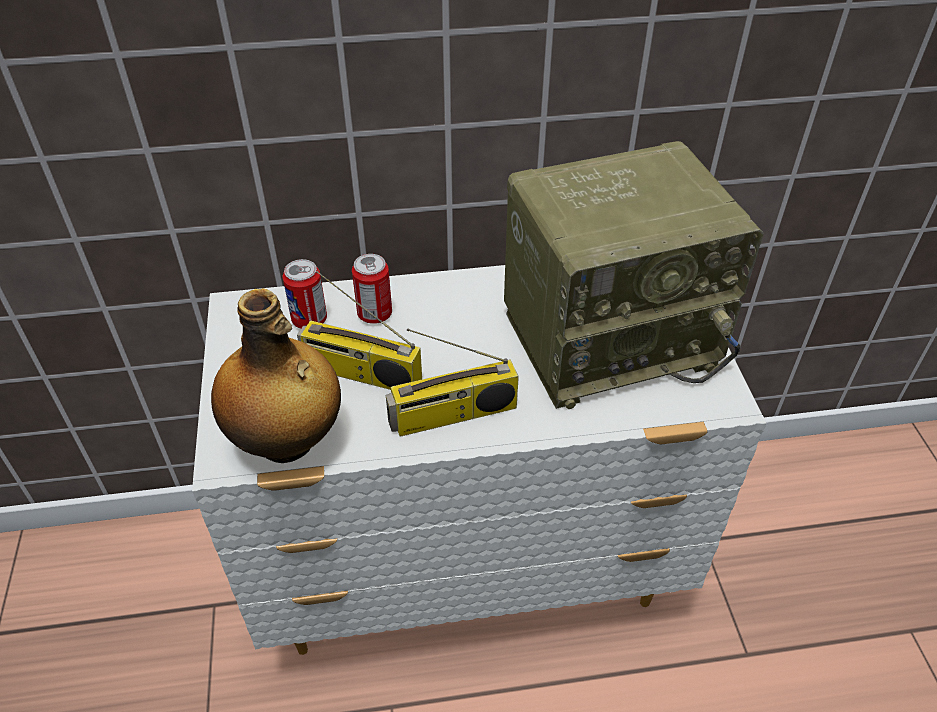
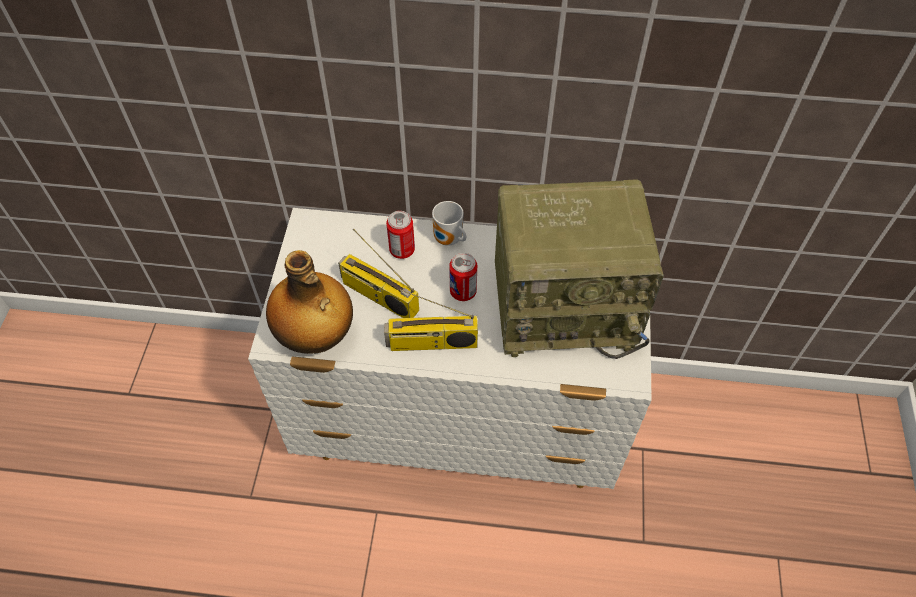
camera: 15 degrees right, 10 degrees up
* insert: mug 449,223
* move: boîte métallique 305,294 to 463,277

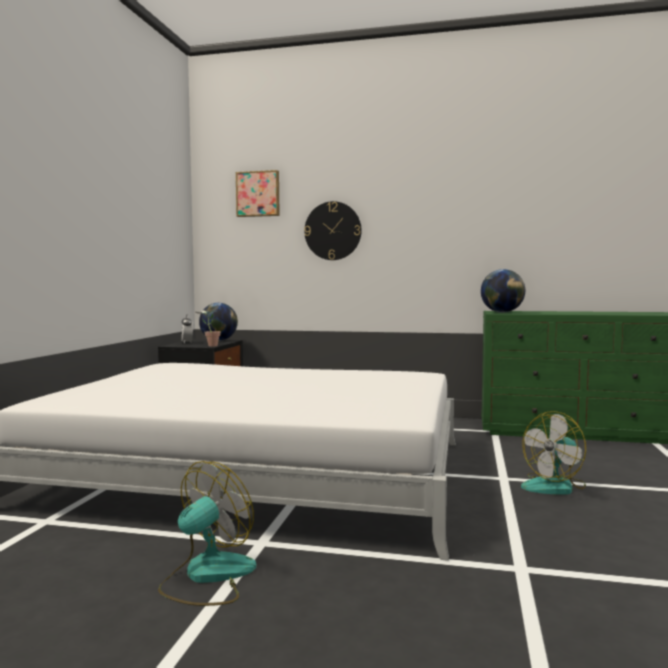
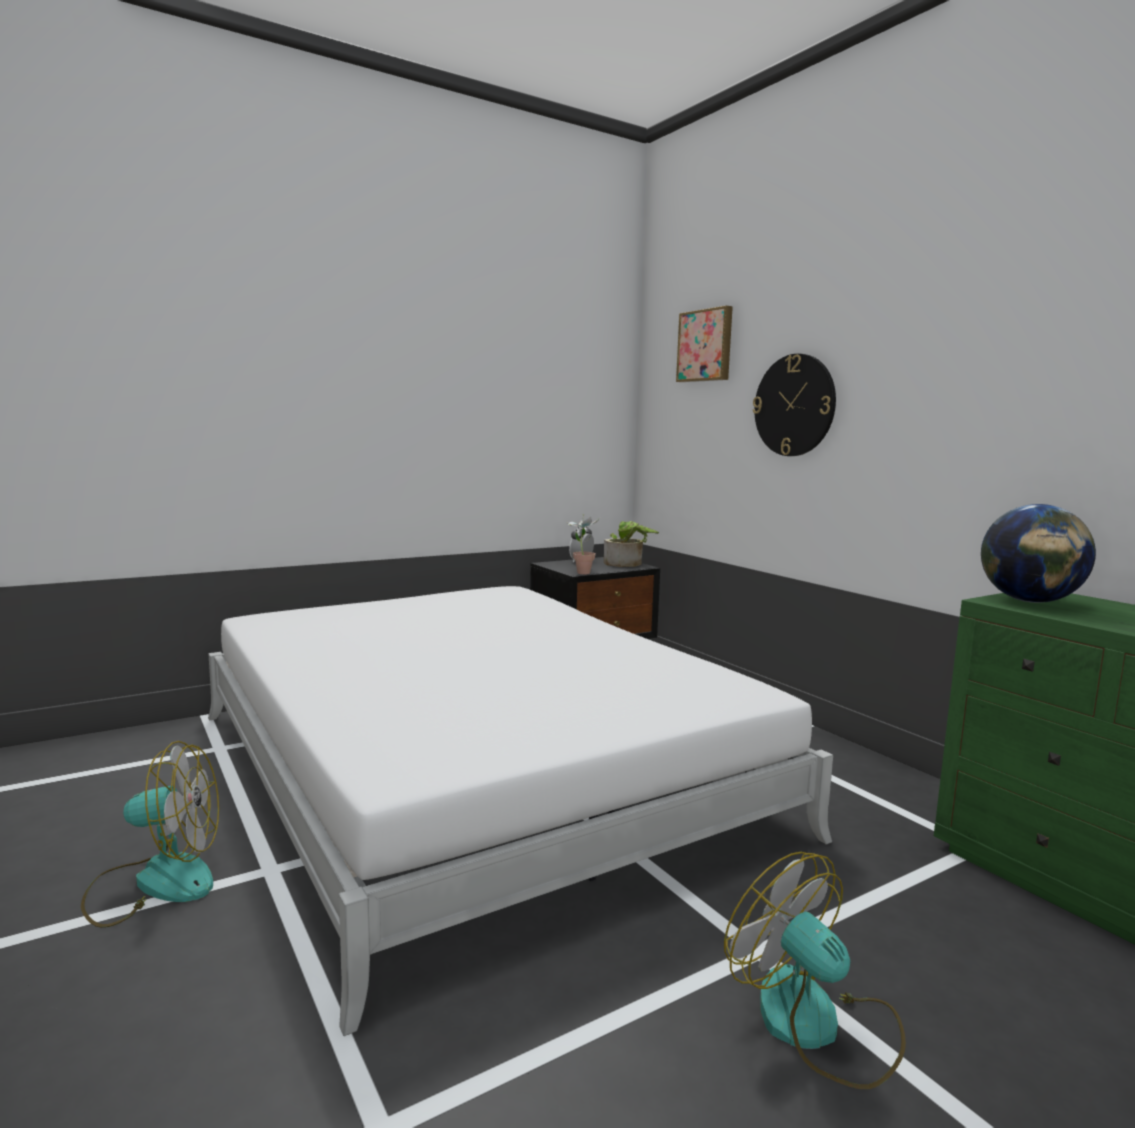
camera: 45 degrees right, 5 degrees up
* replace: globe 218,322 to plante en pot 631,544
* rotate: ventilateur 553,453 = 815,970 45 degrees clockwise

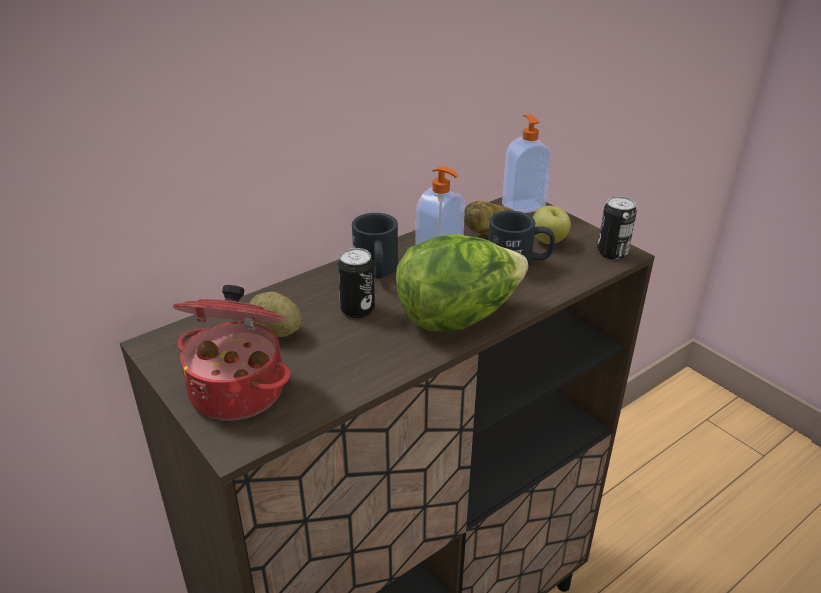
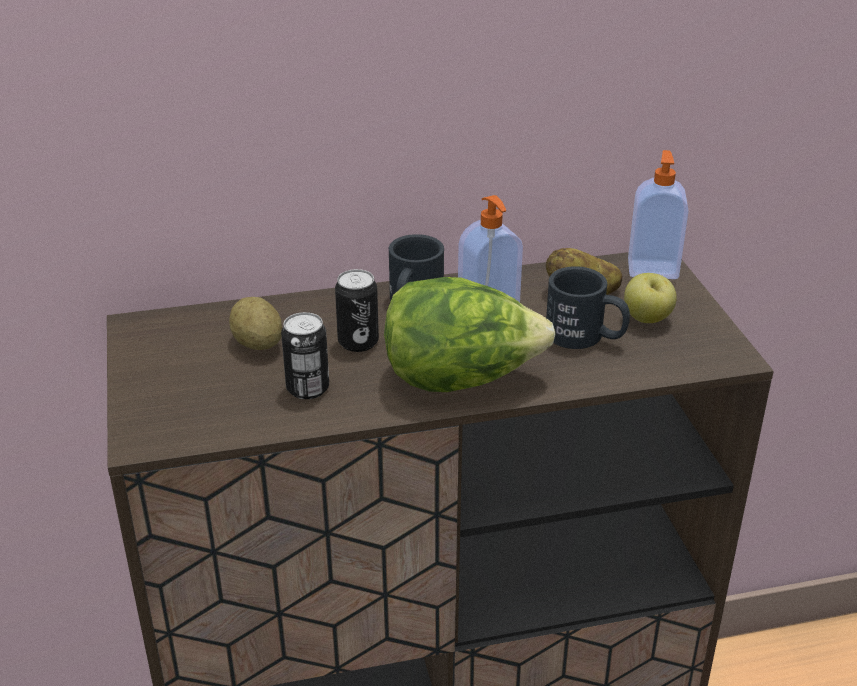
camera: 25 degrees right, 0 degrees up
* delete: marmite 232,353
* move: boîte métallique 617,227 to 305,355

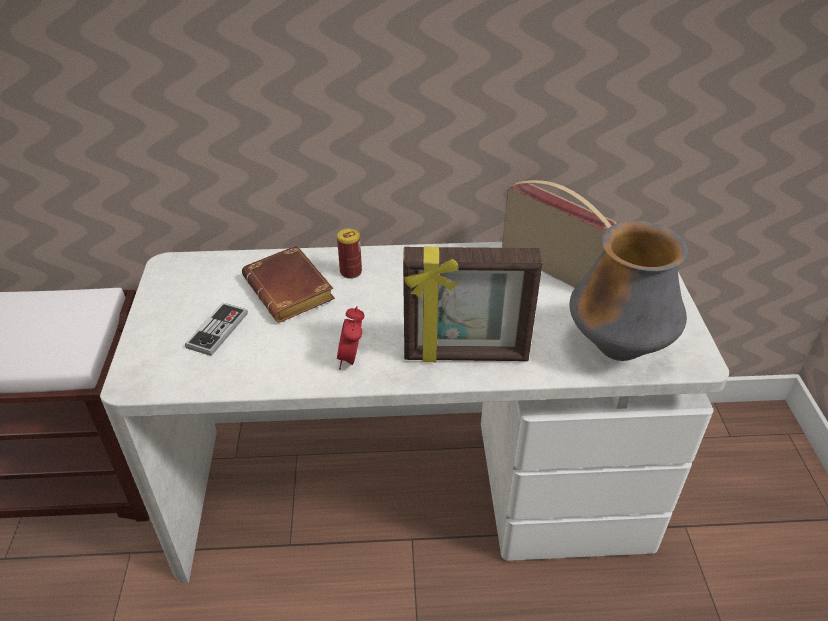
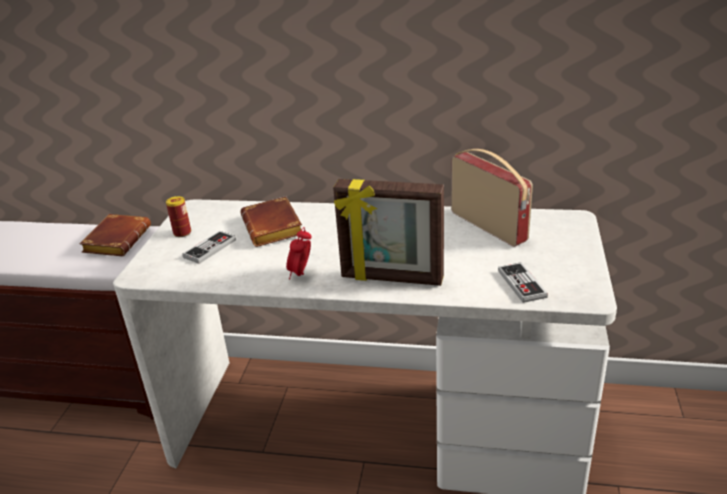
camera: 15 degrees right, 10 degrees down
* insert: livre/marron 115,235
* move: boîte métallique 349,253 to 178,216
* replace: vase 628,291 to manette 523,282

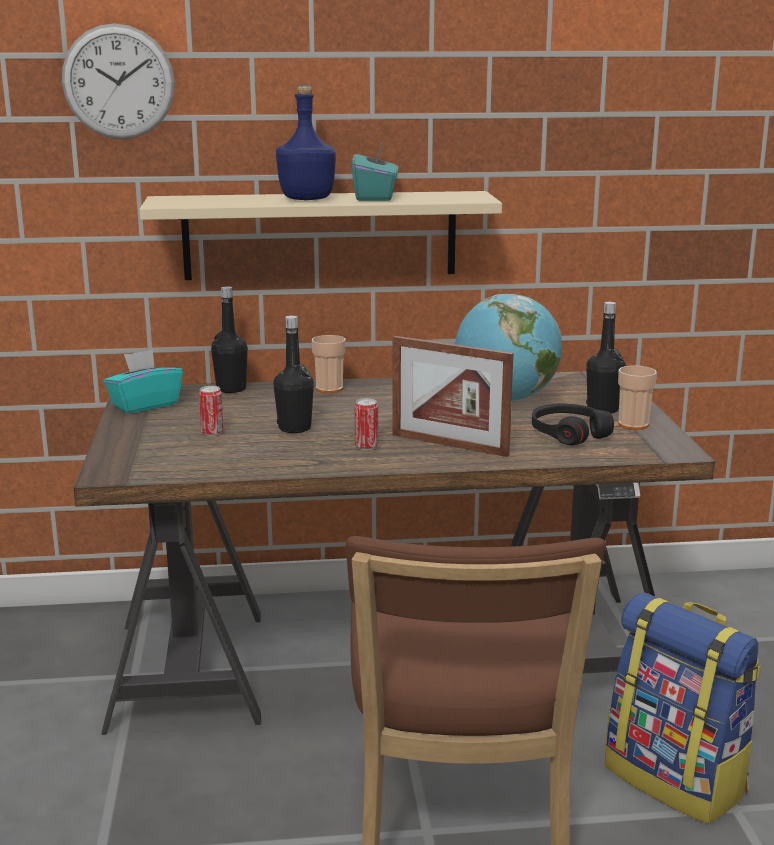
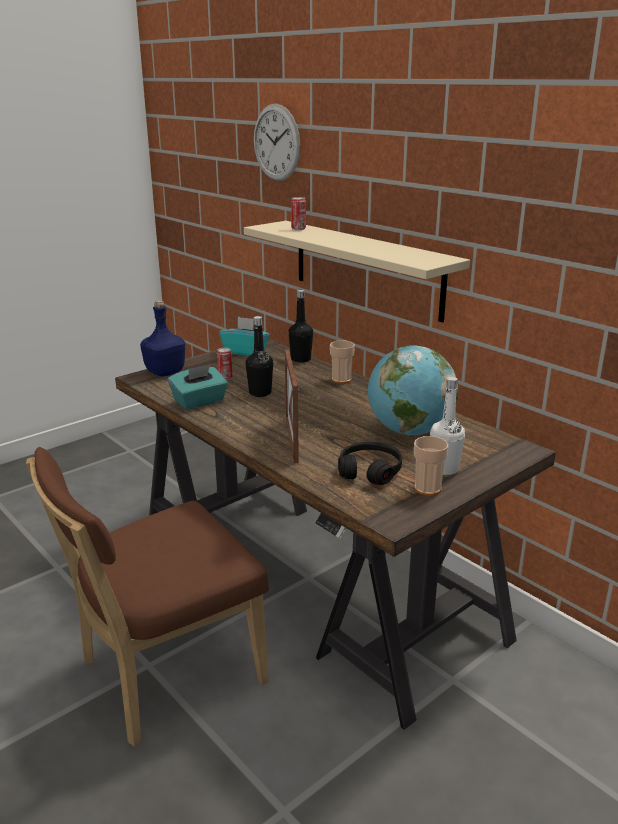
camera: 55 degrees right, 5 degrees up
* delete: sac à dos 683,708
* move: bouteille/bleu 306,142 to 162,338
* move: boîte à mouchoirs/turquoise 375,171 to 198,387
* move: boîte métallique 366,424 to 298,213
* recolor: bouteille/noir 605,357 to bouteille/blanc 447,426

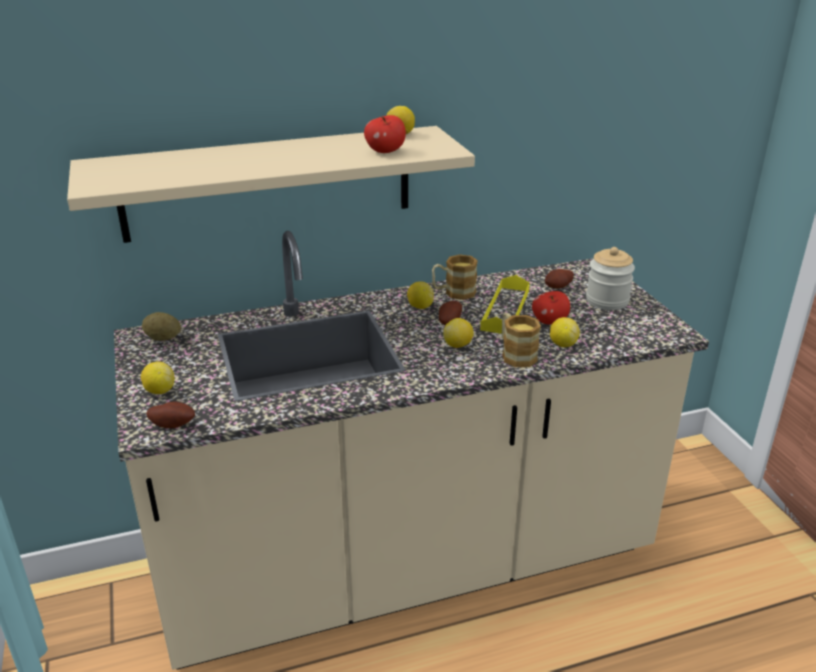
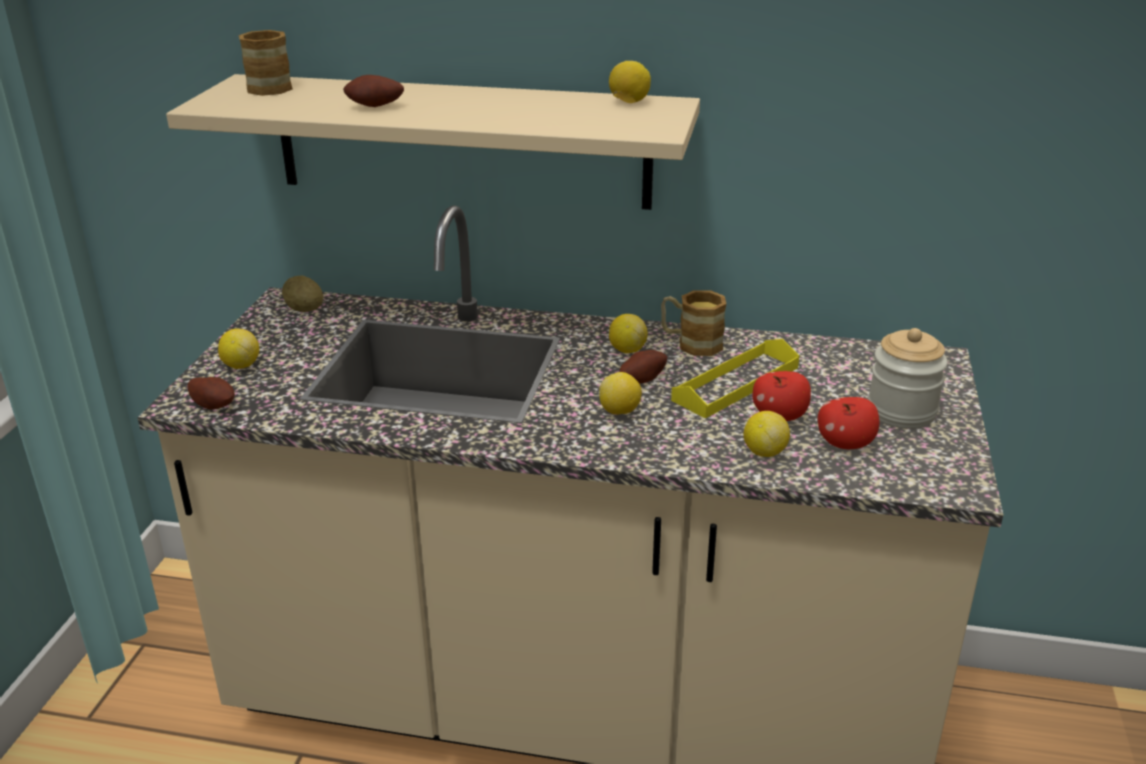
camera: 30 degrees right, 0 degrees up
* move: pomme 385,134 to 849,423
* move: mug 521,340 to 266,63
* move: pomme de terre 559,279 to 373,91

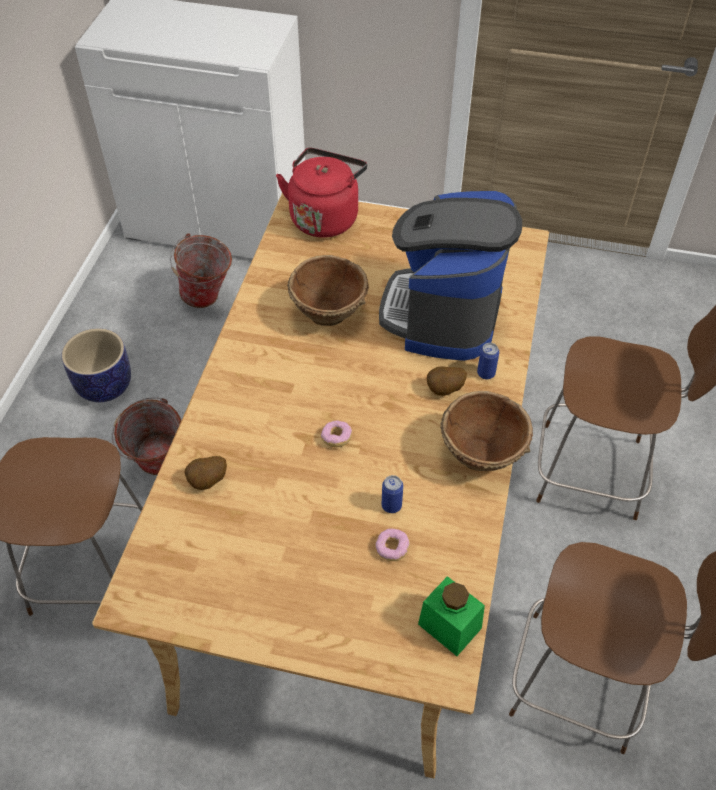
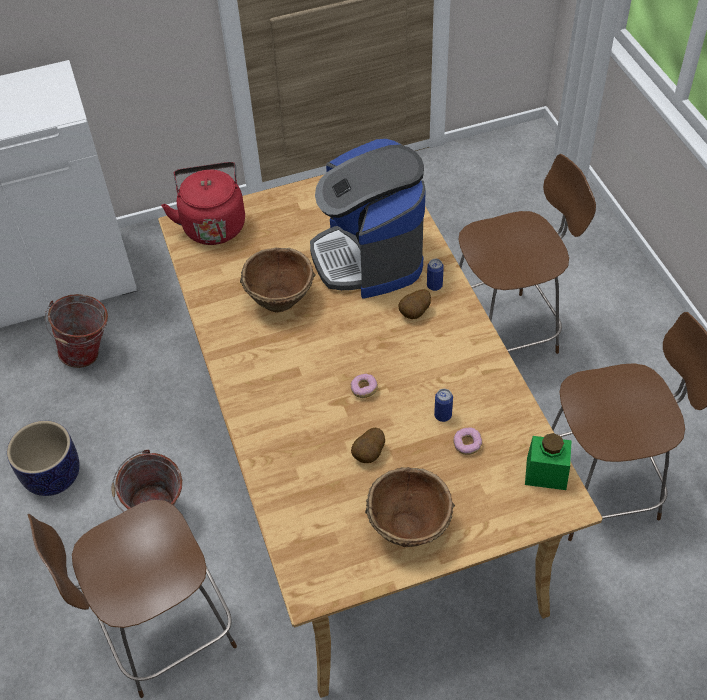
camera: 30 degrees left, 0 degrees up
* move: pomme de terre 206,473 to 368,445
* move: bol/marron 486,431 to 410,507

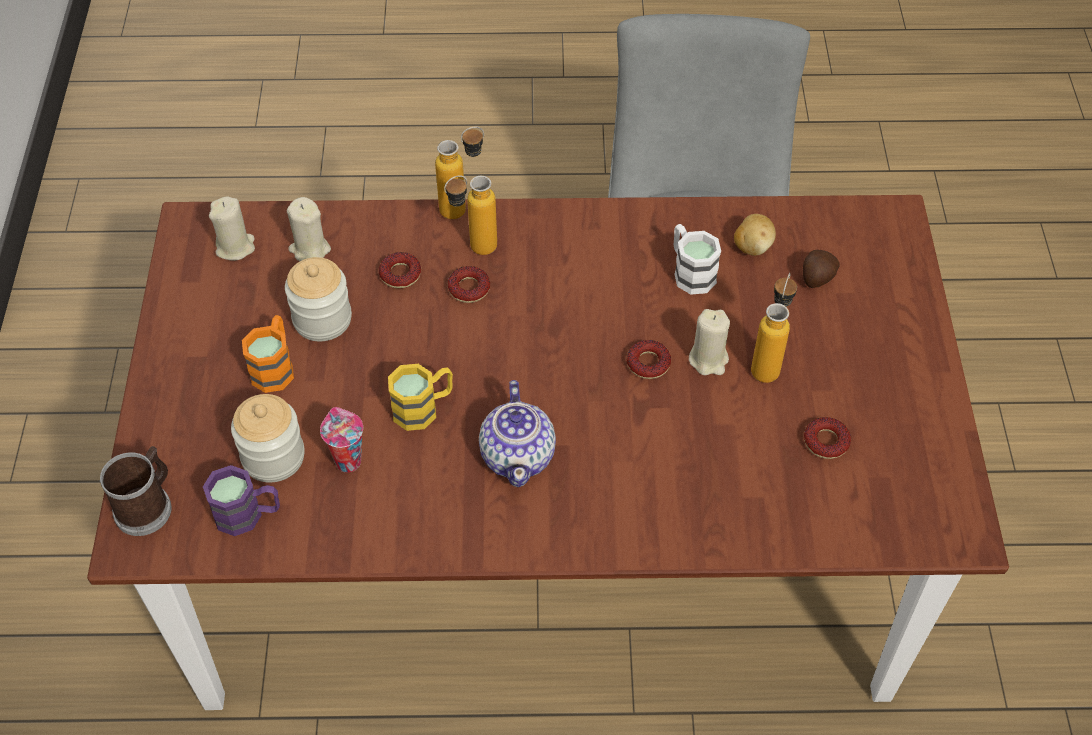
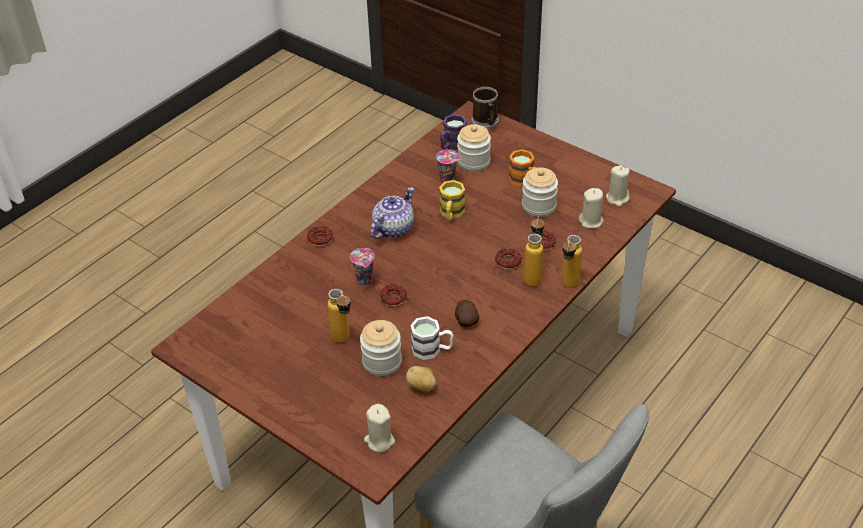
camera: 130 degrees right, 10 degrees down
* insert: tasse 362,267
* insert: bocal 381,348
* move: bougie/beige 709,342 to 379,428
* move: pomme de terre 821,269 to 467,313
* move: beignet 827,438 to 320,236
* rotate: théière 517,433 = 392,213 90 degrees clockwise

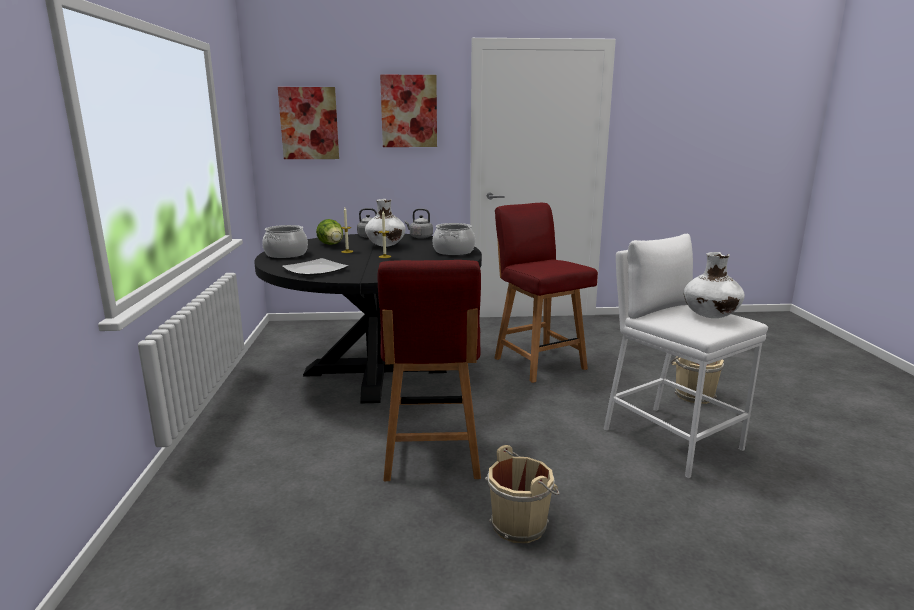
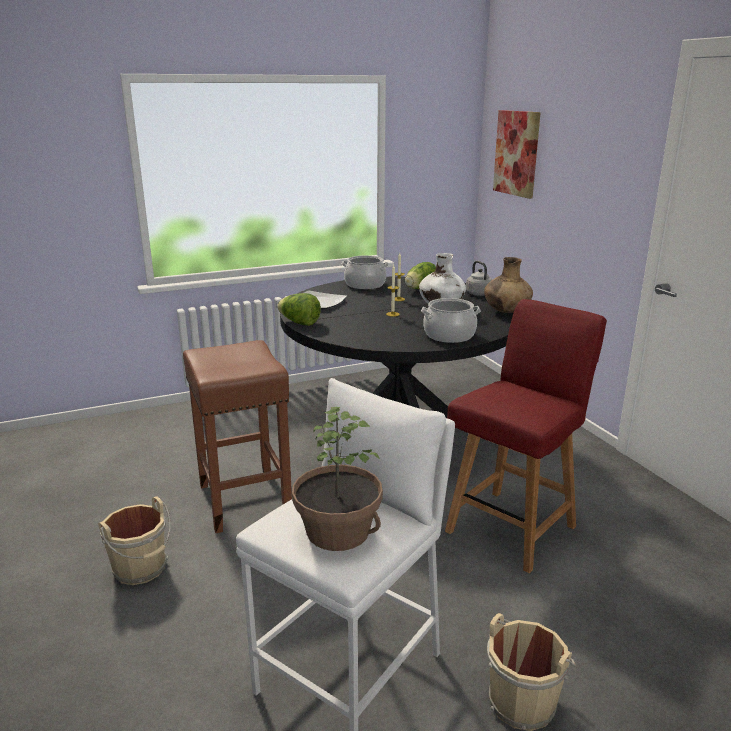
camera: 70 degrees right, 5 degrees up
* delete: tableau 408,111
* insert: laitue 299,309
* replace: chaise/rouge 429,370 to tabouret/marron 237,436
* replace: bouilloire/gris 419,224 to vase/marron 508,285
* replace: vase/blanc 714,285 to plante en pot 337,479

